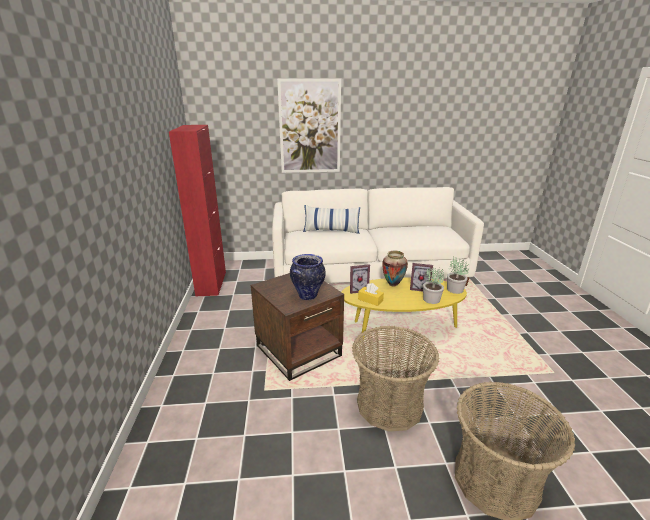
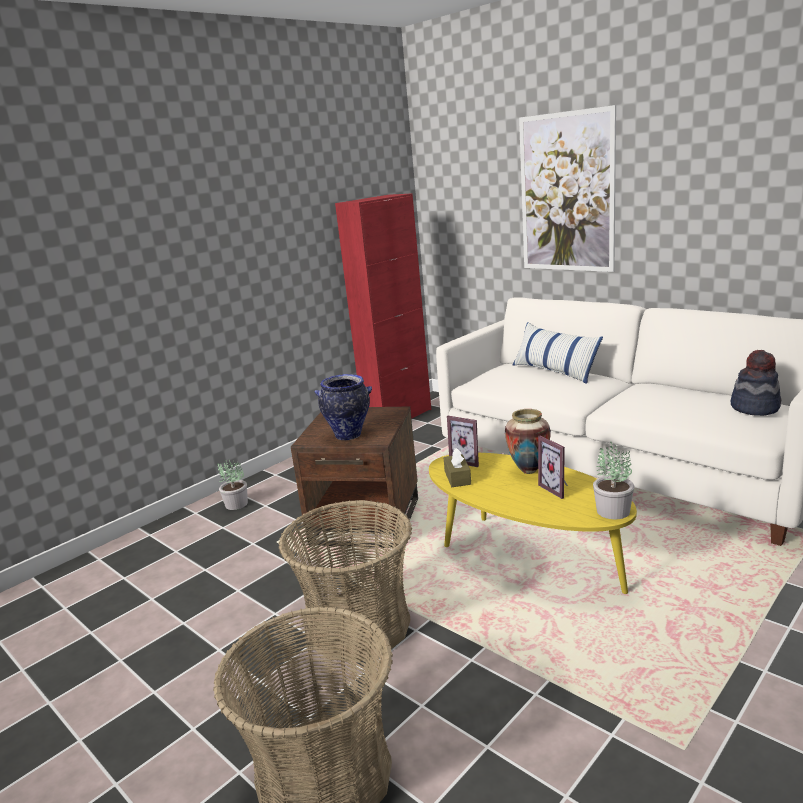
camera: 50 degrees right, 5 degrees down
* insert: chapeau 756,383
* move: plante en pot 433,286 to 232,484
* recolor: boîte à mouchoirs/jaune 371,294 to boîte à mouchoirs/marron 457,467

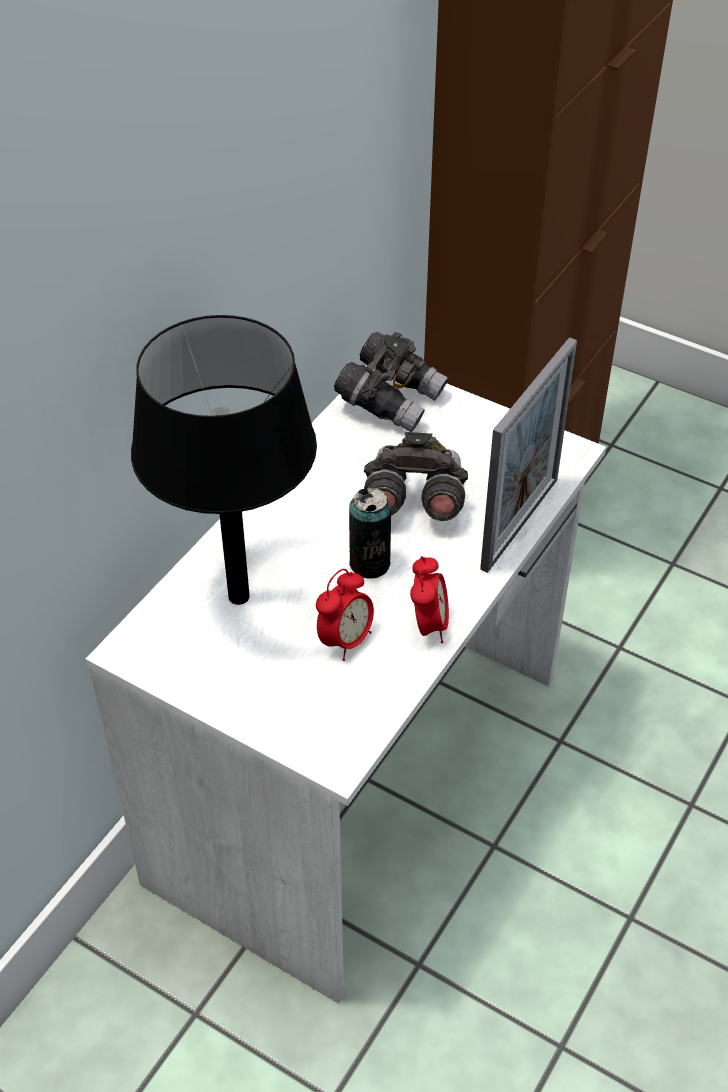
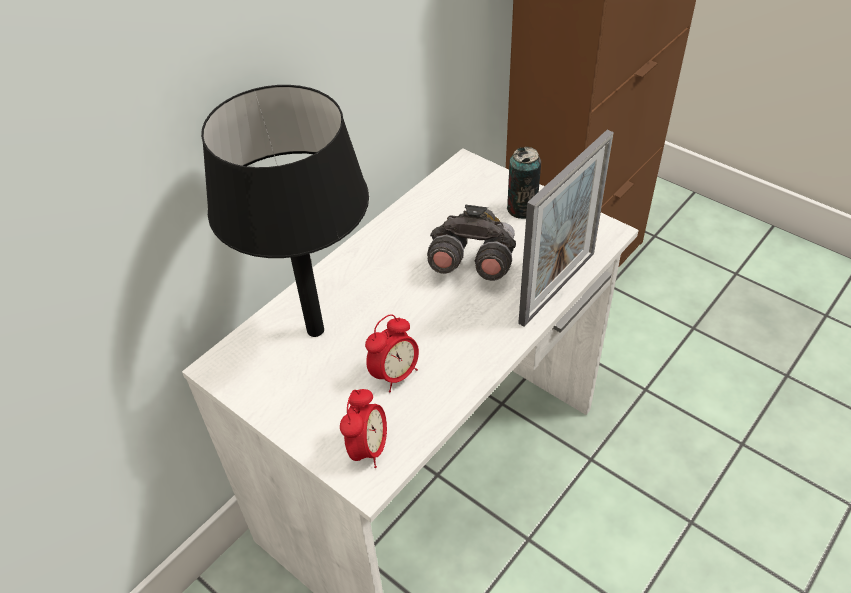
camera: 10 degrees right, 0 degrees up
* delete: jumelles/gris 391,381
* move: boîte métallique 370,532 to 524,183
* move: réveil 429,599 to 363,428

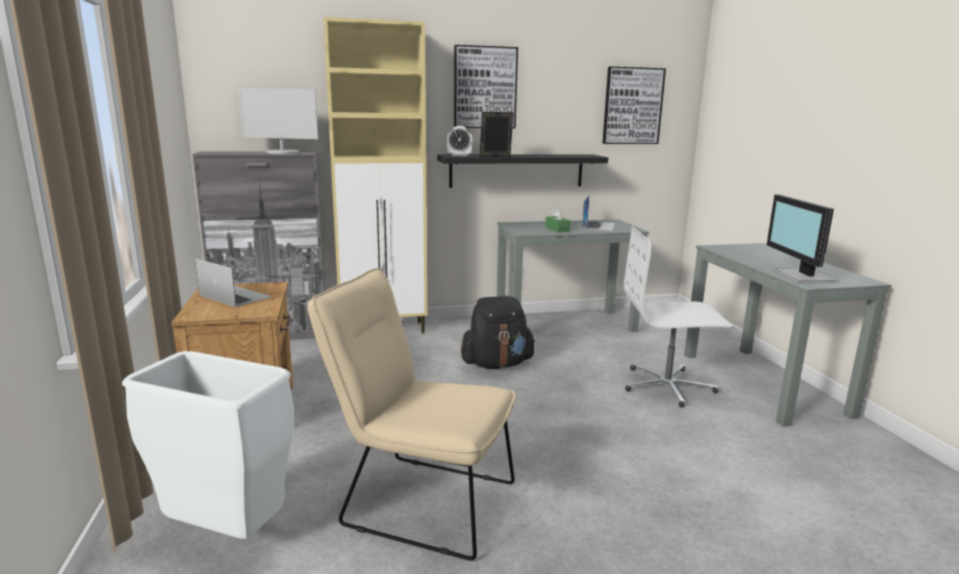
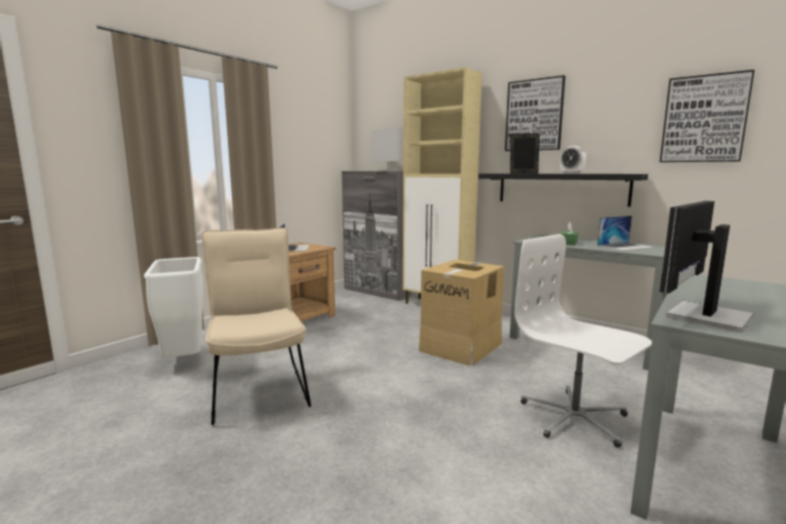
camera: 50 degrees right, 5 degrees down
* move: réveil 459,141 to 573,160
* replace: sac à dos/noir 498,332 to carton 461,313

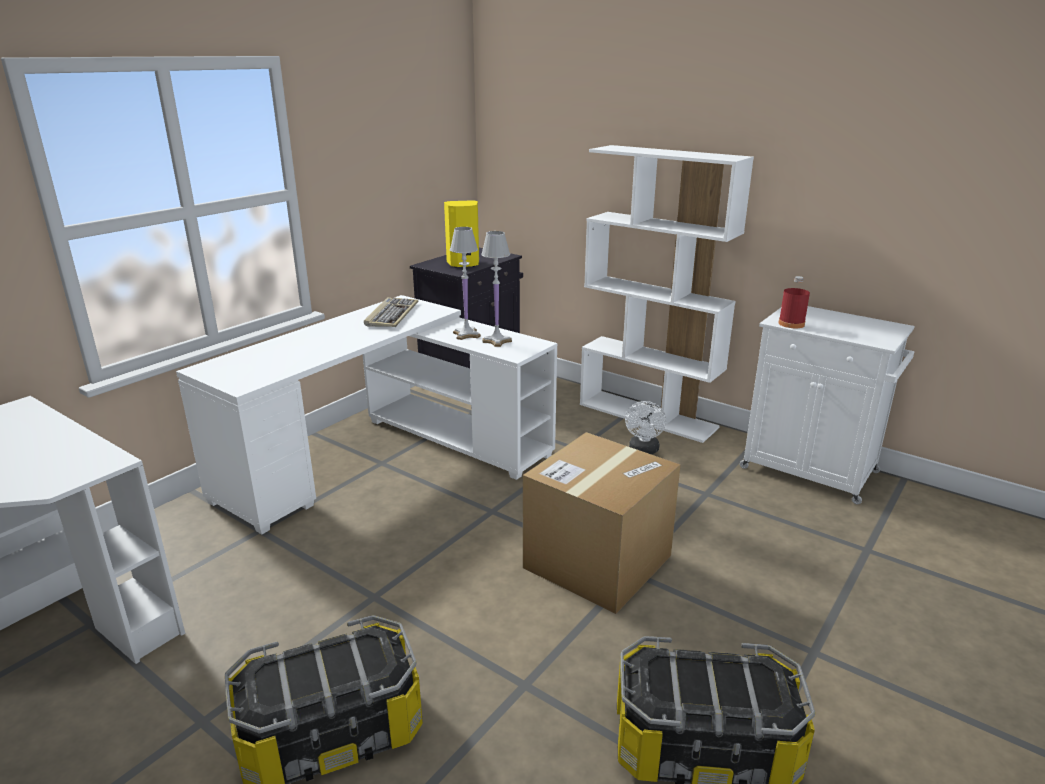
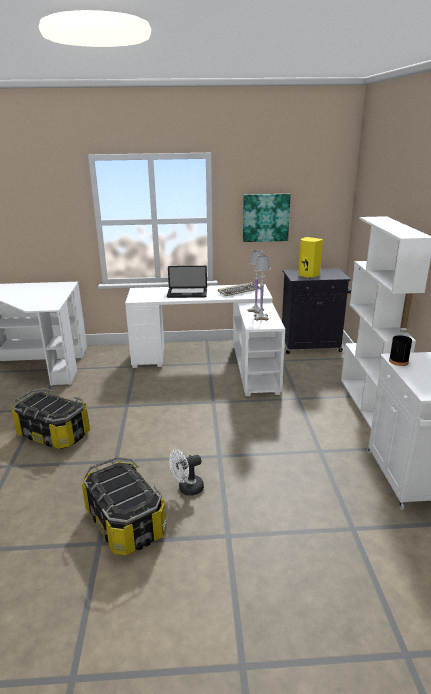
camera: 50 degrees right, 0 degrees up
* delete: carton 601,523
* insert: ordinateur portable 187,282
* insert: tableau 267,218
* move: ventilateur/blanc 645,427 to 186,472
* recolor: bouteille/rouge 794,302 to bouteille/noir 400,347

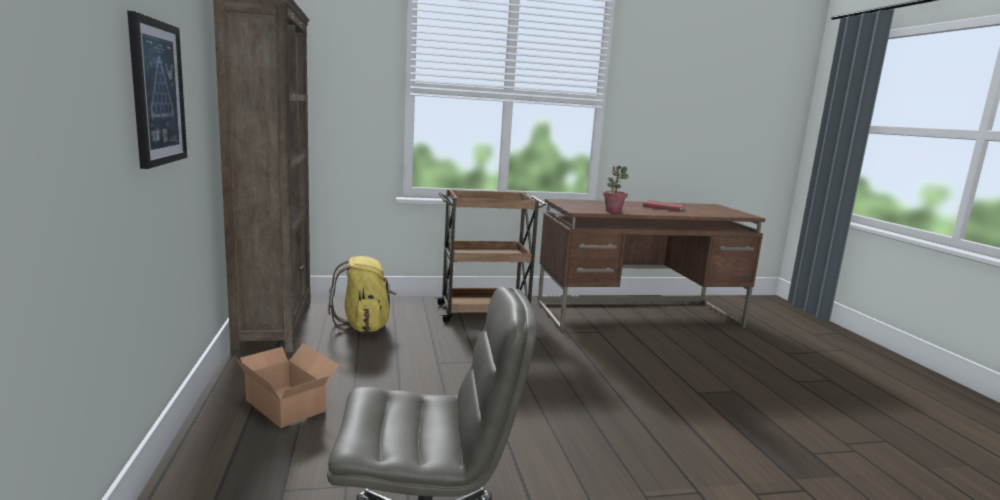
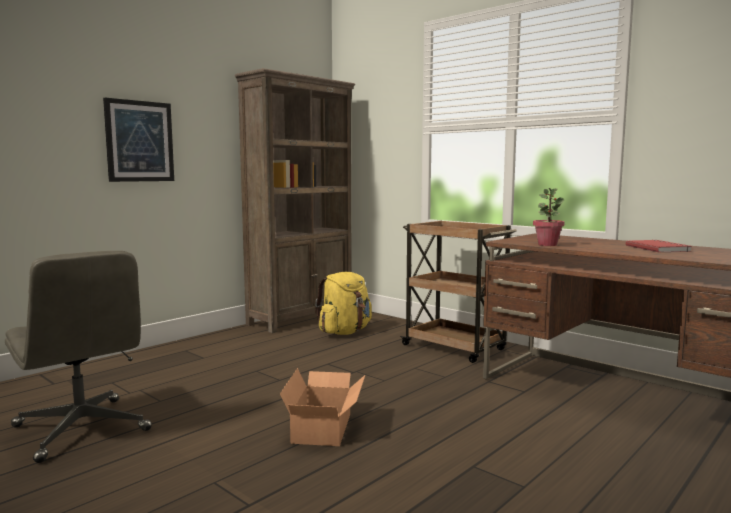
camera: 55 degrees right, 5 degrees down
* move: carton 287,386 to 322,407

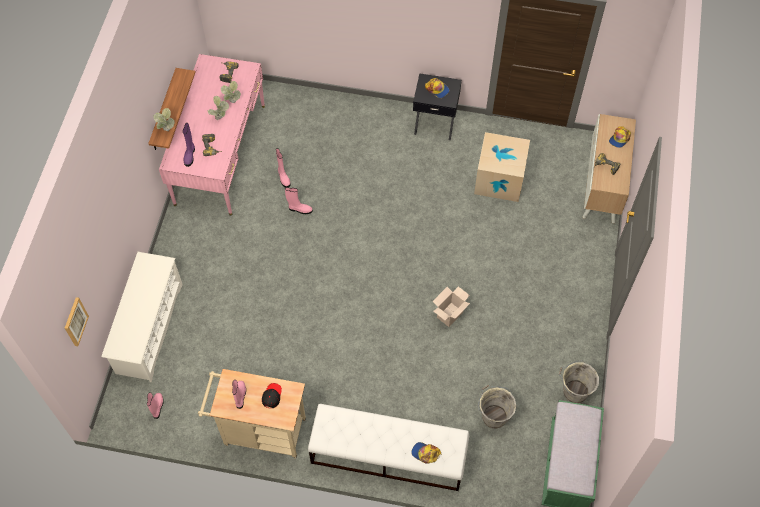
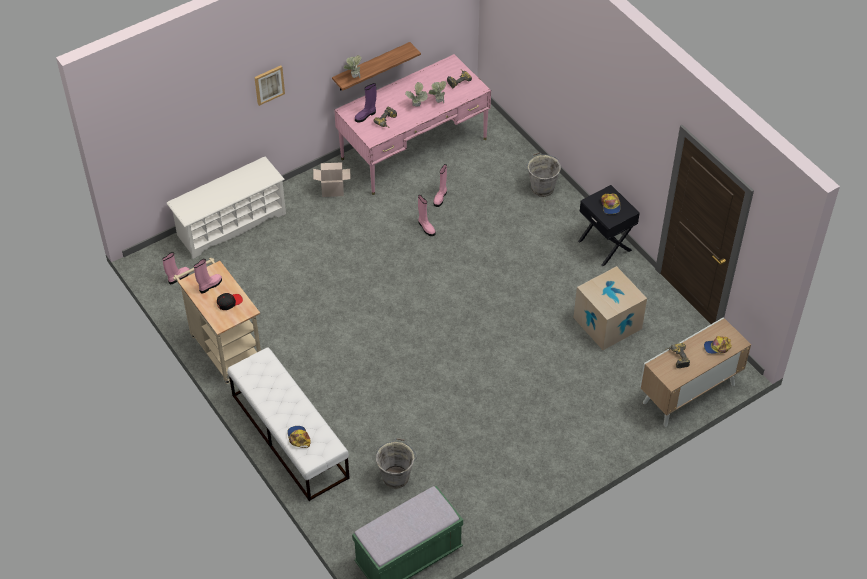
camera: 45 degrees right, 10 degrees down
* move: tableau 77,321 to 269,86
* move: carton 451,306 to 332,179
* move: seau/gris 578,381 to 543,175

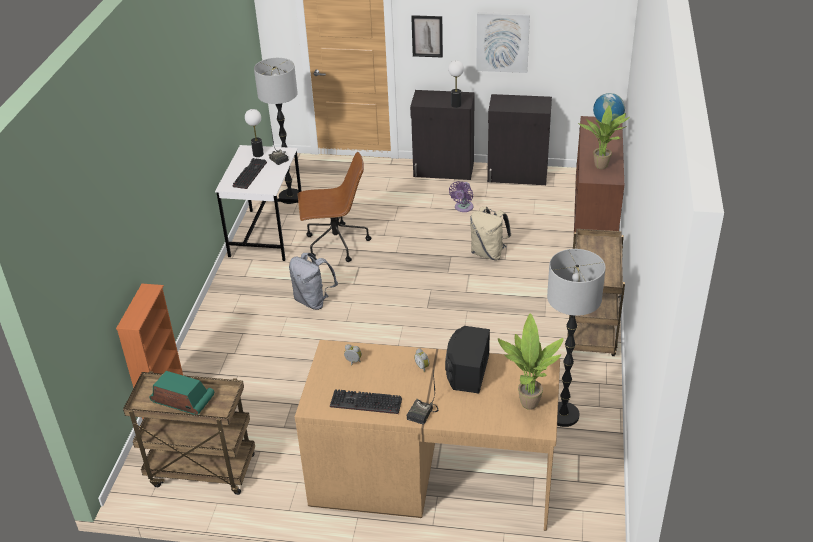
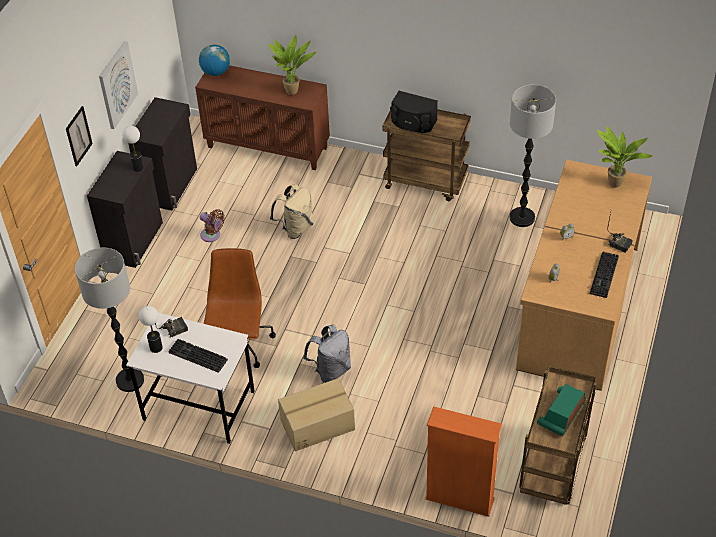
camera: 80 degrees left, 10 degrees up
* insert: carton 316,414
* move: enceinte/noir 467,359 to 414,112
* recolor: ventilateur/violet 461,196 to ventilateur/marron 212,225

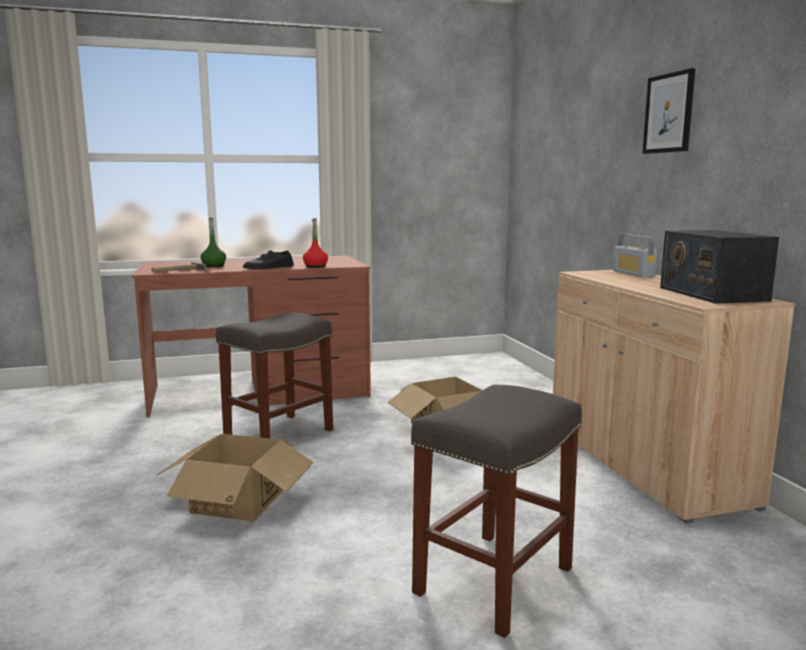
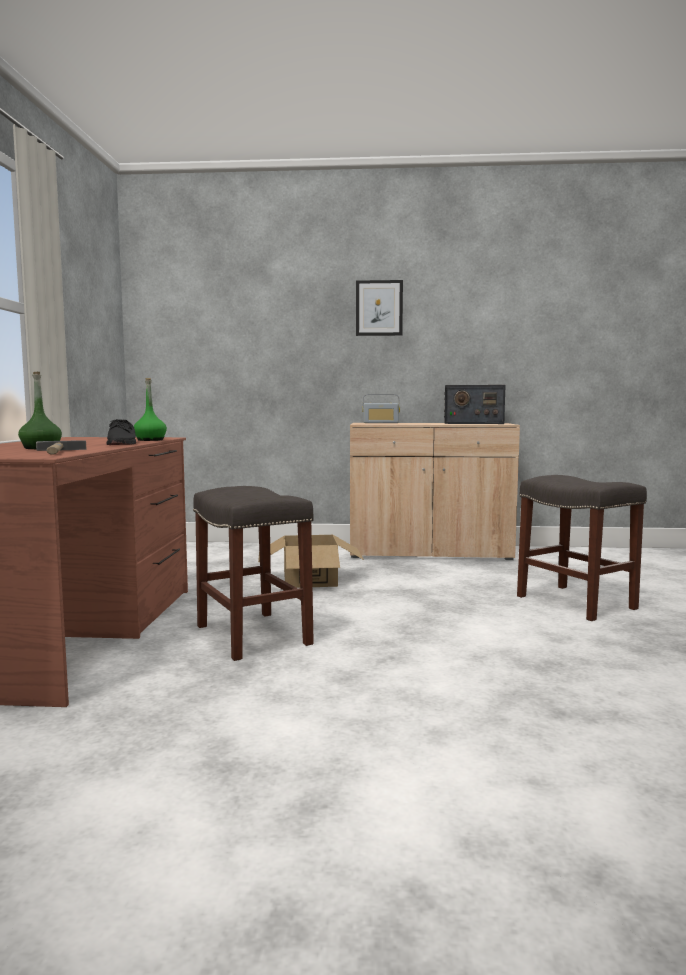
camera: 70 degrees left, 5 degrees down
* delete: carton 235,477
* recolor: bouteille/rouge 315,243 to bouteille/vert 150,409

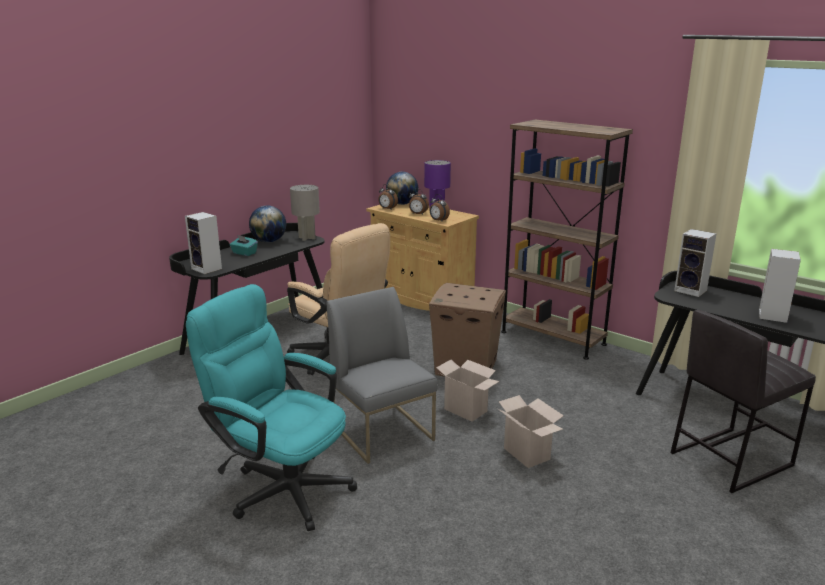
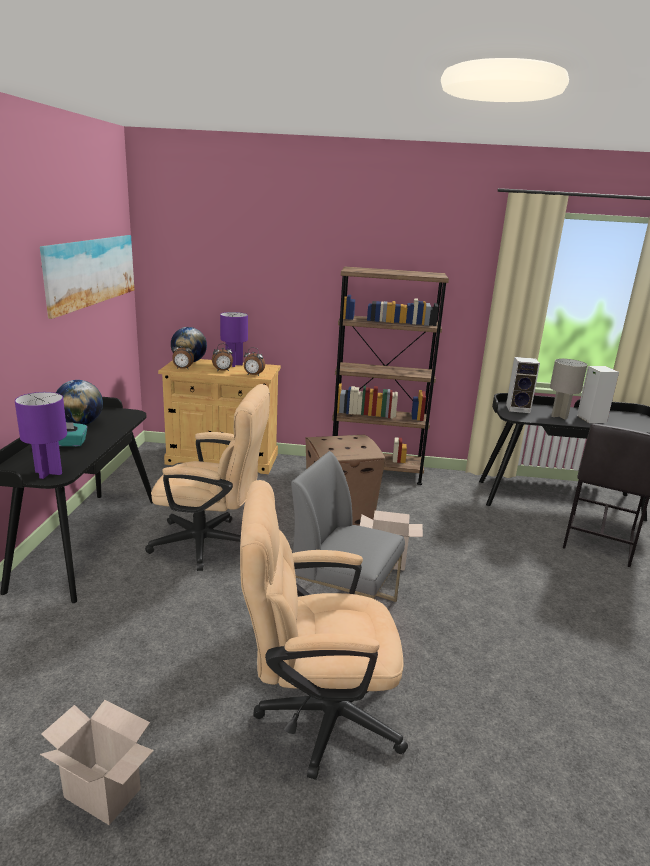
camera: 35 degrees left, 0 degrees up
* insert: tableau 87,277
* move: lampe de table/gris 305,213 to 568,389
* move: carton 530,431 to 97,762
* replace: enceinte 203,243 to lampe de table/violet 41,435
* recolor: chaise de bureau/turquoise 271,407 to chaise de bureau/beige 324,629

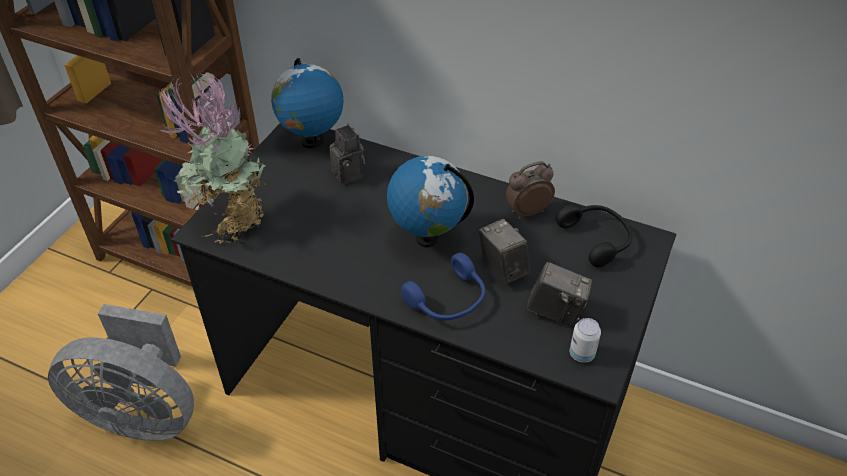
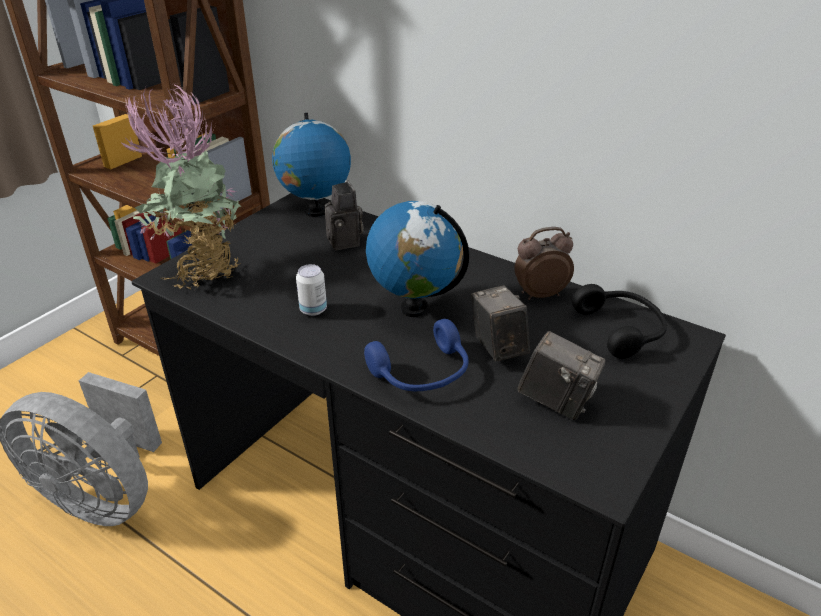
camera: 10 degrees right, 10 degrees down
* move: boîte métallique 585,340 to 311,290

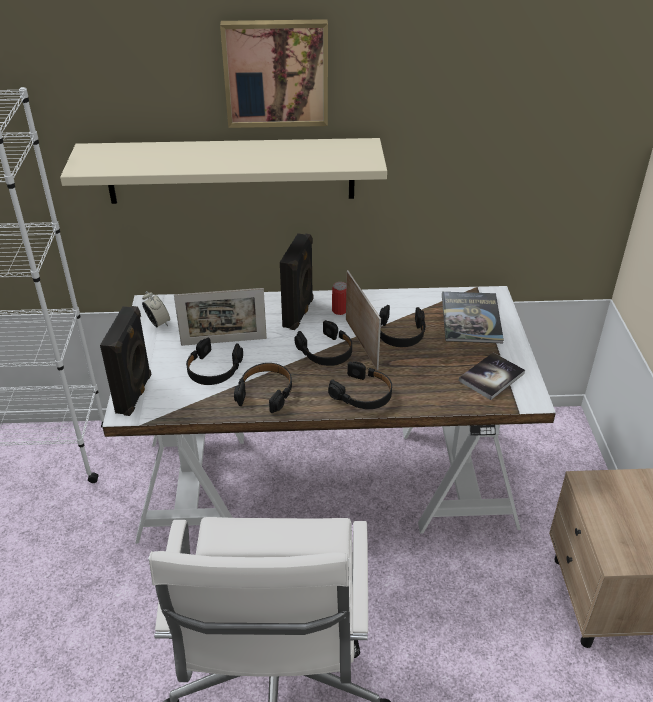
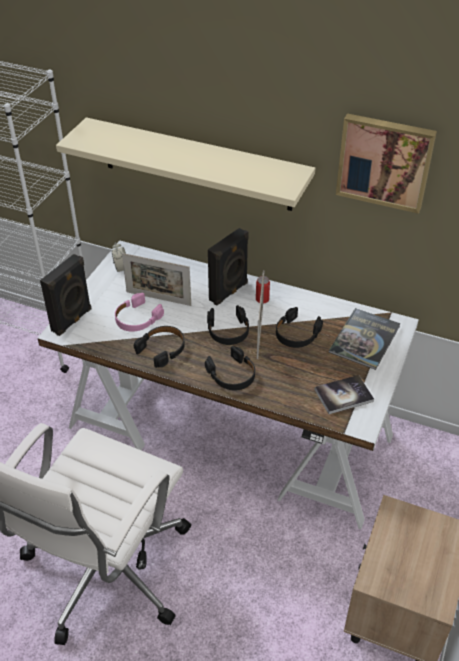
camera: 25 degrees right, 5 degrees up
* move: tableau 274,73 to 386,163
* recolor: casque audio/noir 214,361 to casque audio/rose 139,312

